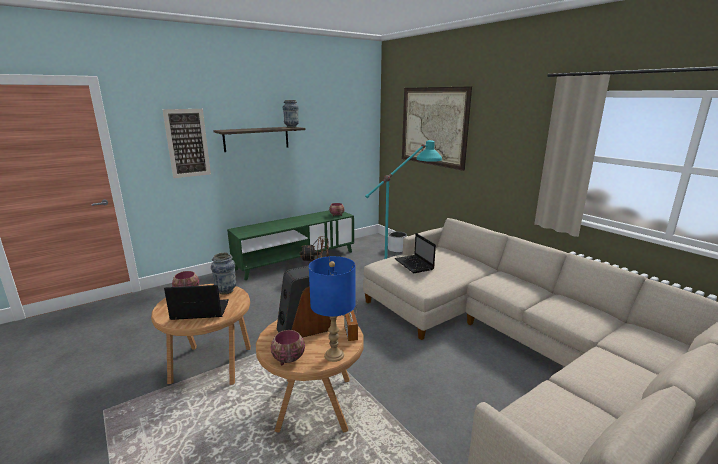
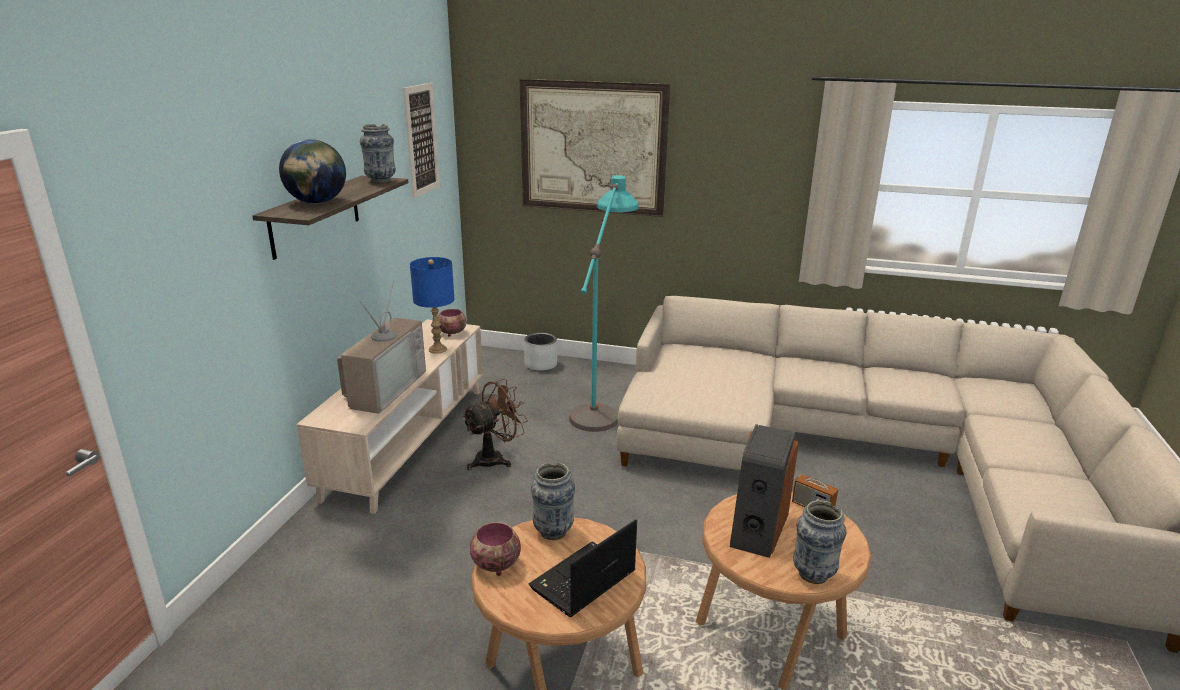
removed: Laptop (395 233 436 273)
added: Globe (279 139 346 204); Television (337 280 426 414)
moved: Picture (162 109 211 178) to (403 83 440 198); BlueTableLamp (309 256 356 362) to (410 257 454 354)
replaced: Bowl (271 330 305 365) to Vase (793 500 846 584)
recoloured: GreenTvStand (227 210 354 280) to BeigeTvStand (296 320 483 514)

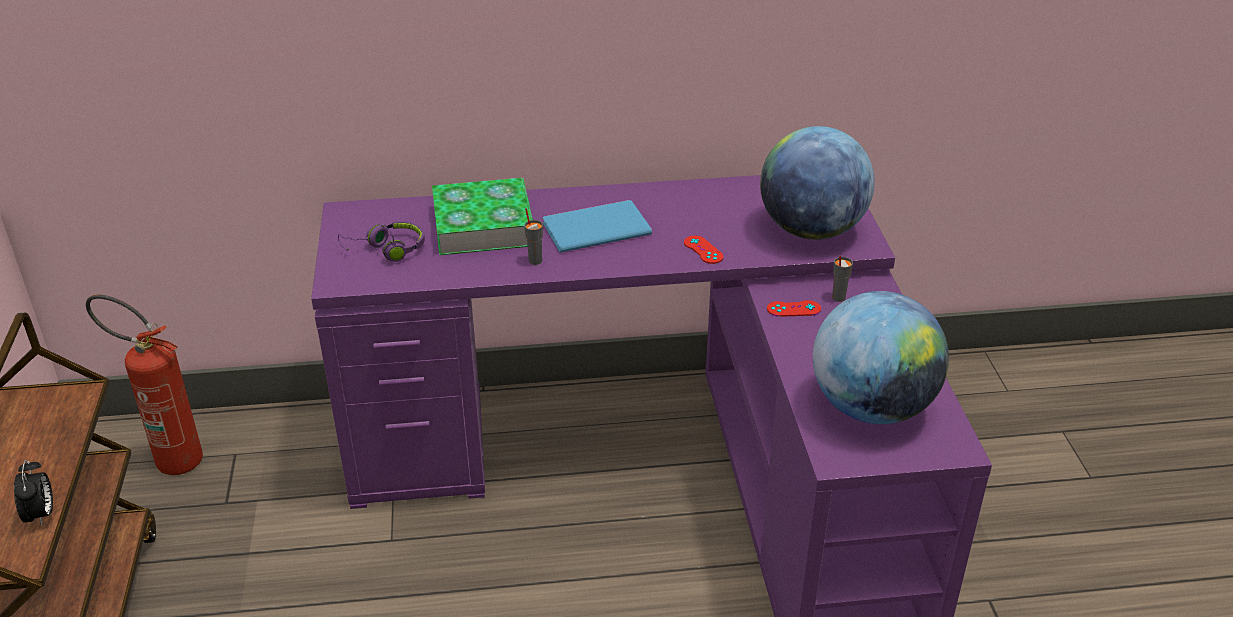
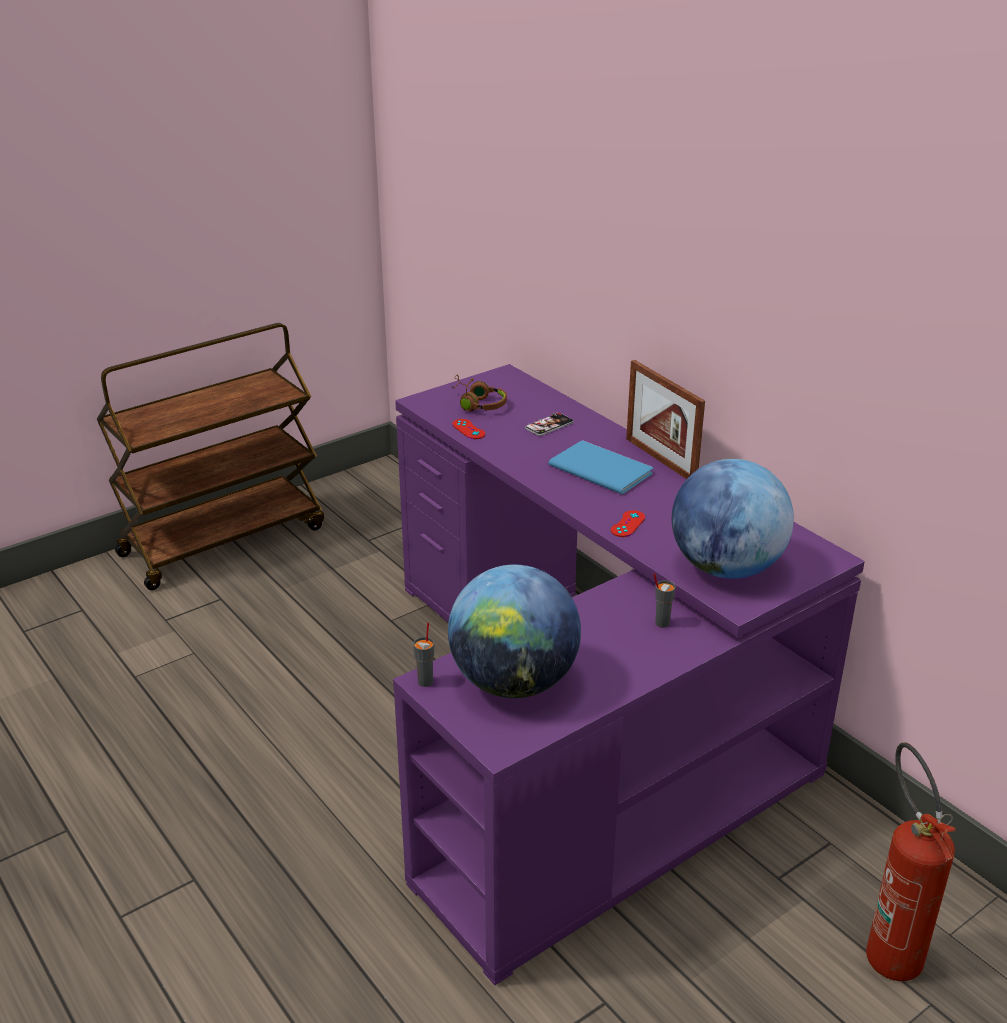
removed: AlarmClock (14 460 53 527)
added: PictureFrame (626 360 705 479)
moved: GreyCup (524 208 543 265) to (413 623 434 687); RedGameController (767 300 821 317) to (452 419 485 439); FireExtinguisher (86 295 203 475) to (866 742 956 981)
replaced: Book (432 178 533 255) to Phone (525 413 574 436)
recoloured: PurpleHeadphones (338 221 425 262) to BrownHeadphones (452 375 507 411)

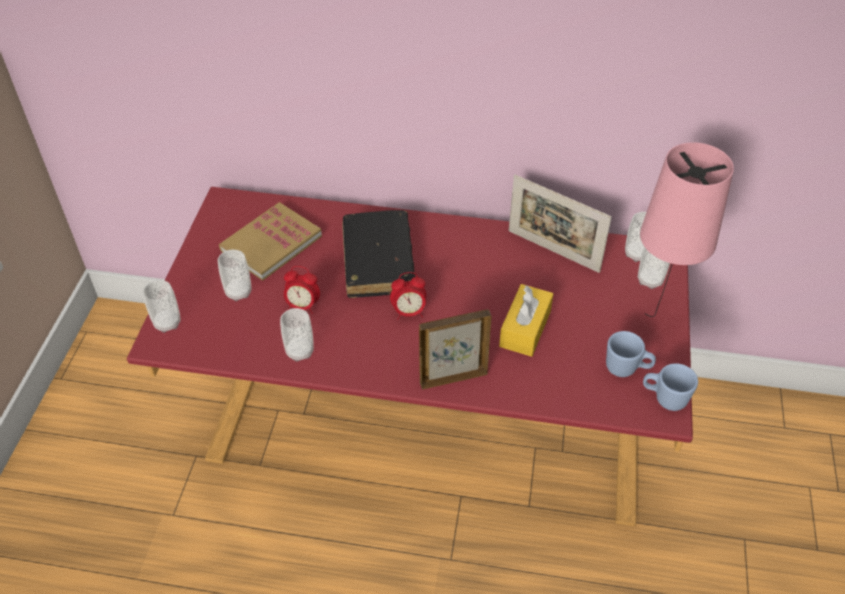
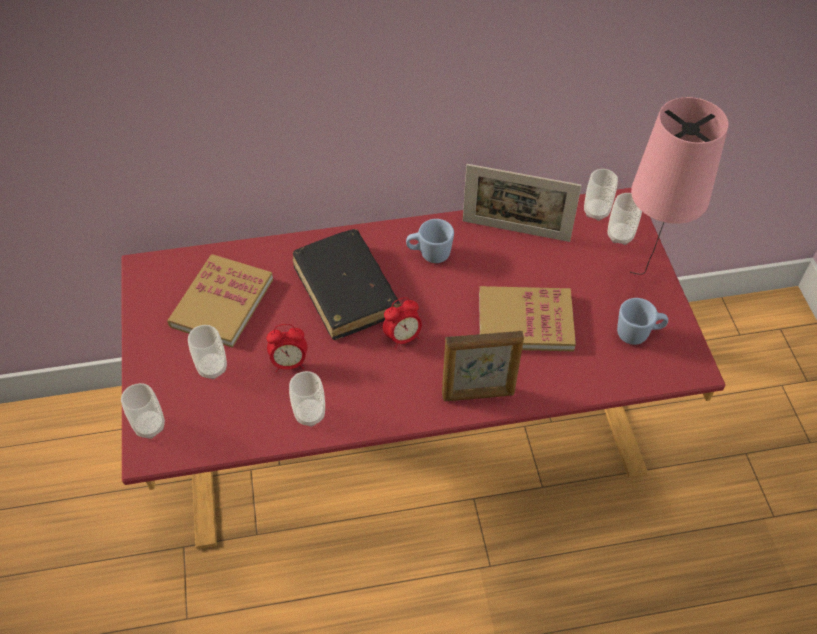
moved: BlueMug (643 363 698 411) to (406 219 454 263)
replaced: YellowTissueBox (499 284 553 357) to Book (479 286 576 351)
turned: PictureFrame (419 309 492 389) = (442 331 524 401) 150 degrees counterclockwise

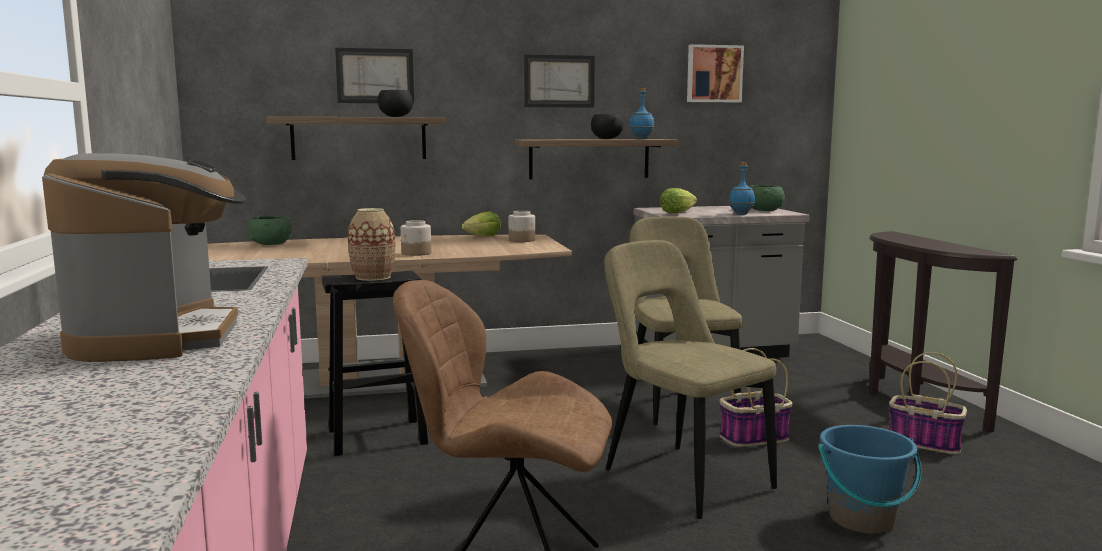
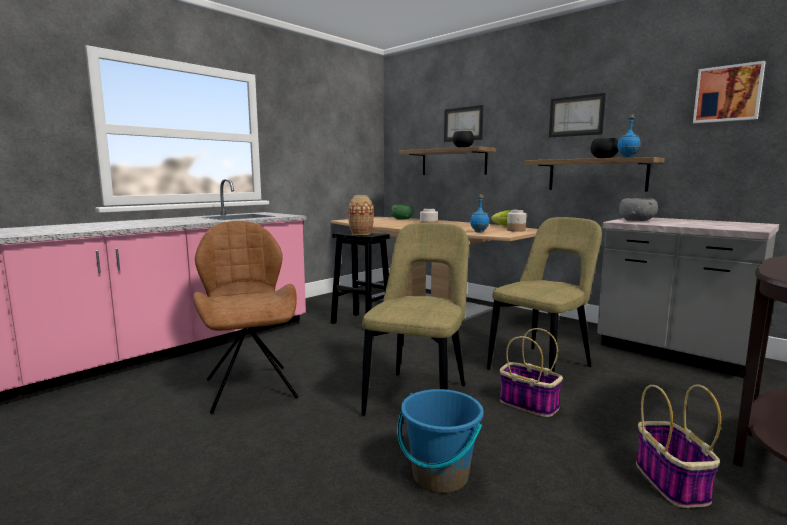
removed: CoffeeMachine (42 153 246 362); GreenBowl (749 185 785 211)
moved: BlueBottle (729 162 755 215) to (470 194 489 233)
replaced: Lettuce (660 188 697 213) to GreyBowl (619 198 658 221)

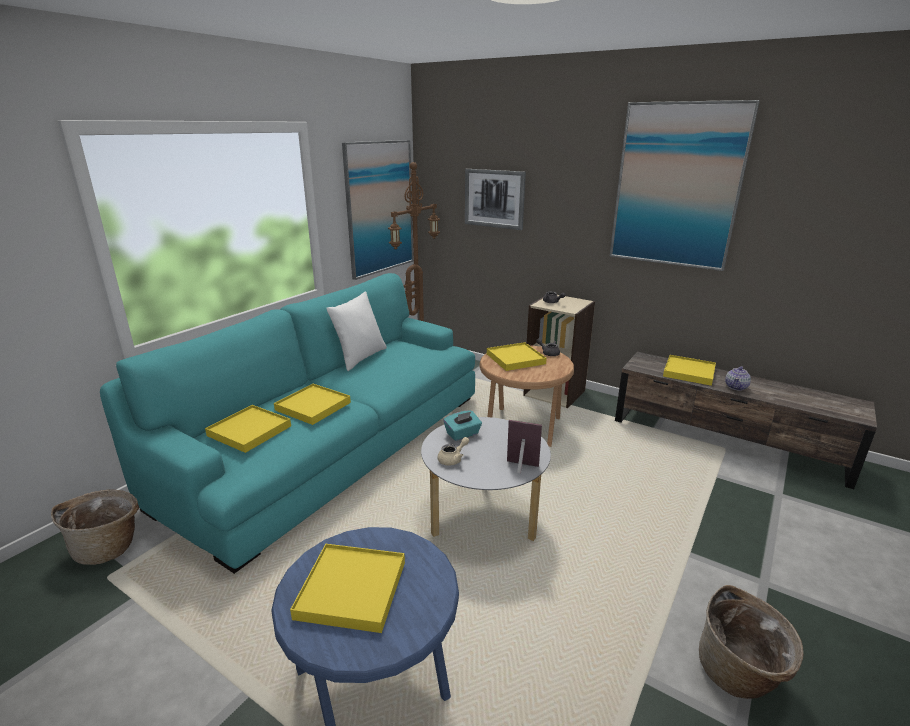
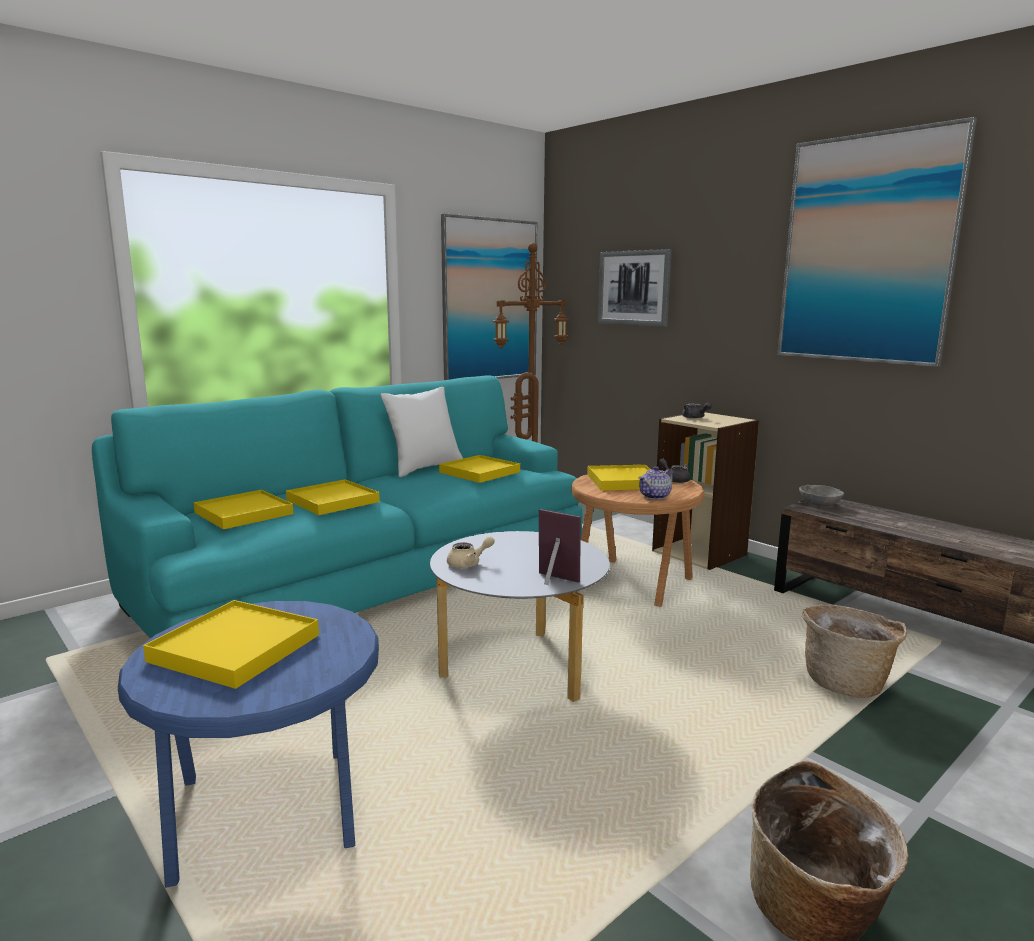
removed: TurquoiseTissueBox (444 411 482 441)
added: GreyBowl (799 485 844 506)
moved: YellowTray (663 355 716 386) to (439 455 520 483); Teapot (725 366 751 391) to (639 466 673 500); Basket (51 489 139 565) to (802 604 907 698)

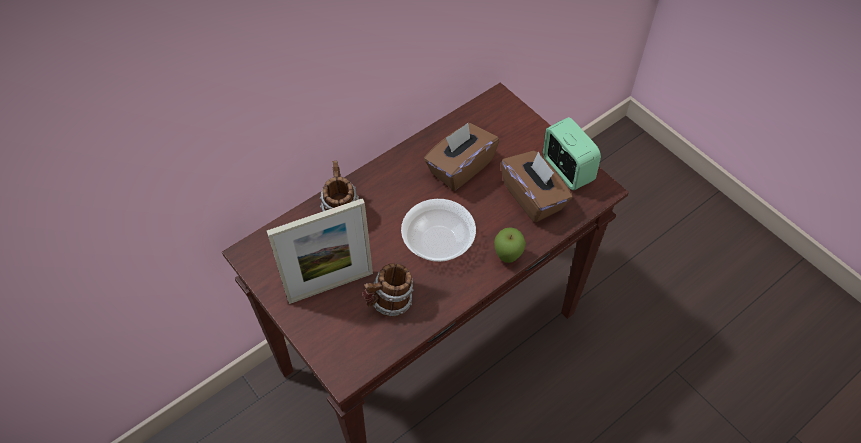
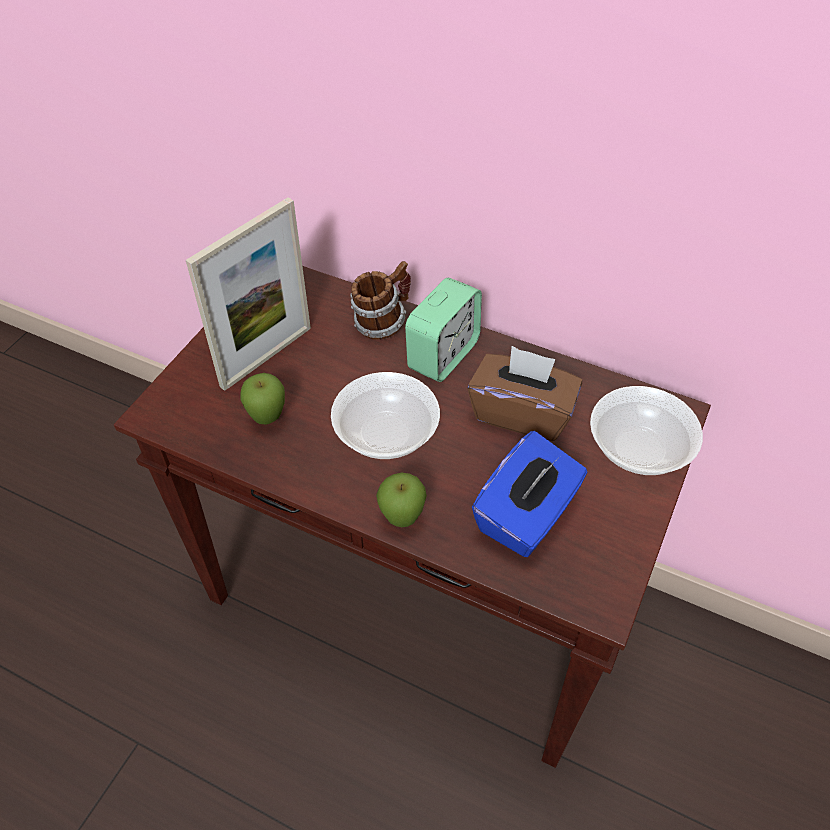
added: Bowl (590 386 703 475)
moved: AlarmClock (543 117 601 190) to (405 278 482 382)
replaced: Mug (363 263 413 317) to Apple (240 373 285 424)
recoloured: BrownTissueBox (501 150 573 222) to BlueTissueBox (472 431 587 557)
turned: PictureFrame (267 198 373 304) = (186 197 311 391) 90 degrees counterclockwise

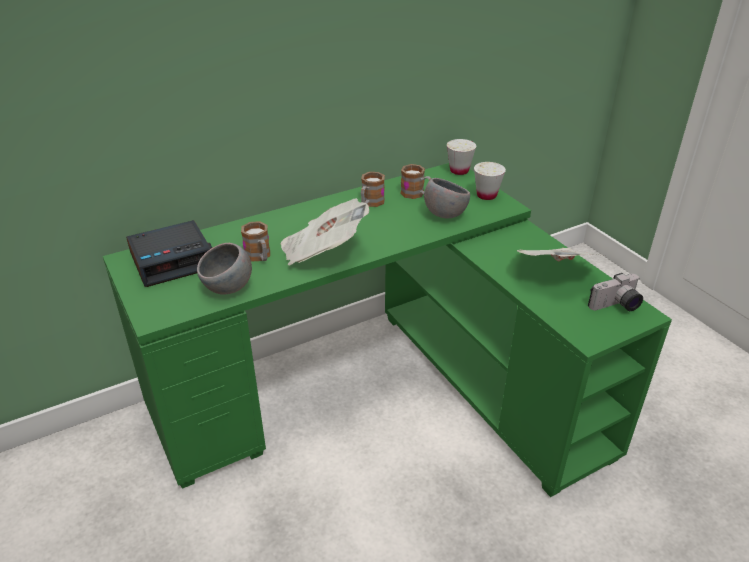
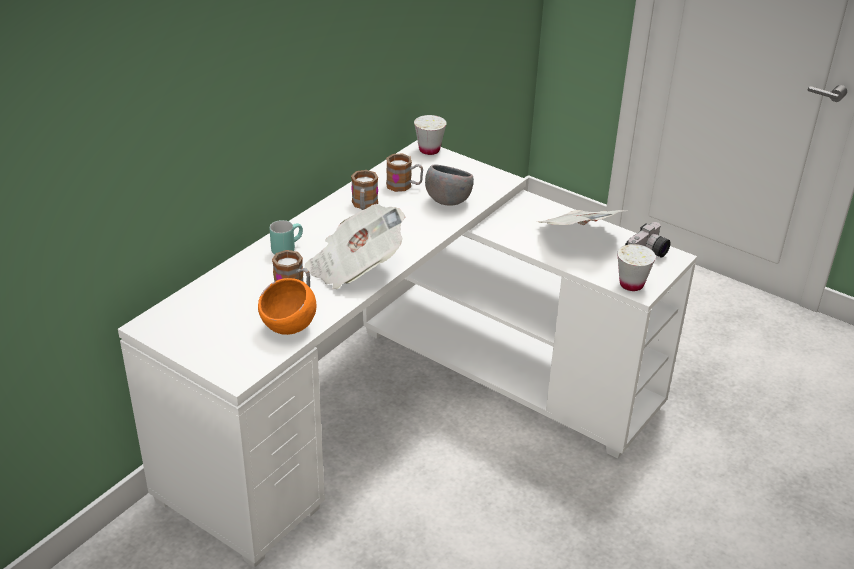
removed: AlarmClock (126 220 212 287)
added: TurquoiseMug (270 220 303 255)
moved: WhiteCup (474 162 506 200) to (617 244 656 291)
recoloured: GreenDesk (103 163 672 497) to WhiteDesk (118 140 697 568); GreyBowl (197 243 252 295) to OrangeBowl (258 278 316 335)

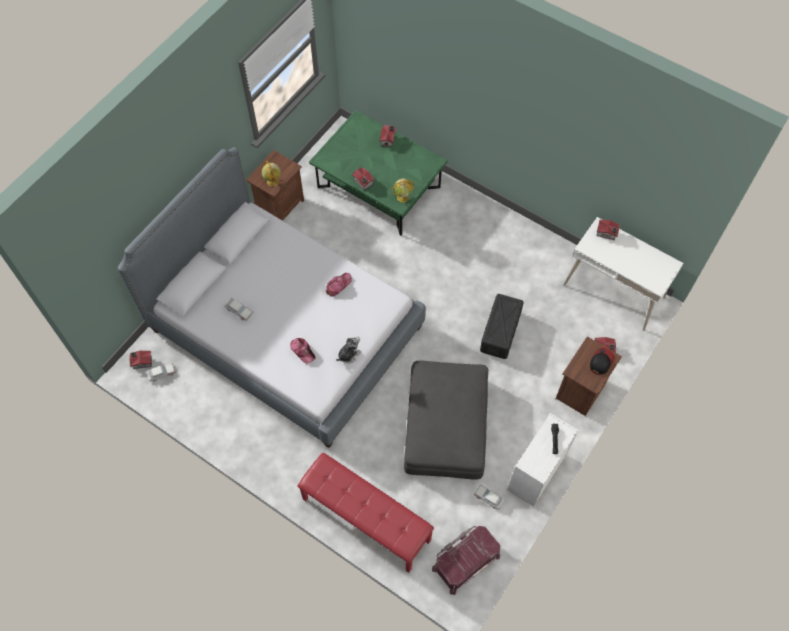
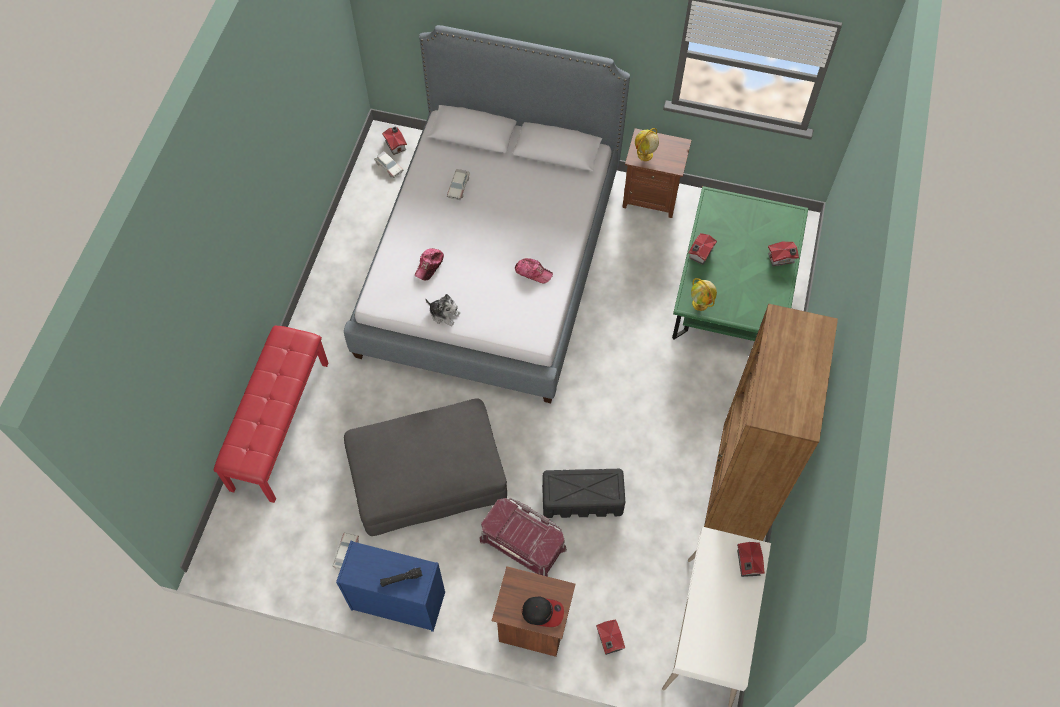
added: BrownBookcase (704 304 838 541)
moved: RedStorageBox (432 526 500 595) to (479 498 567 577)
recoloured: WhiteDresser (507 413 578 507) to BlueDresser (336 541 445 632)

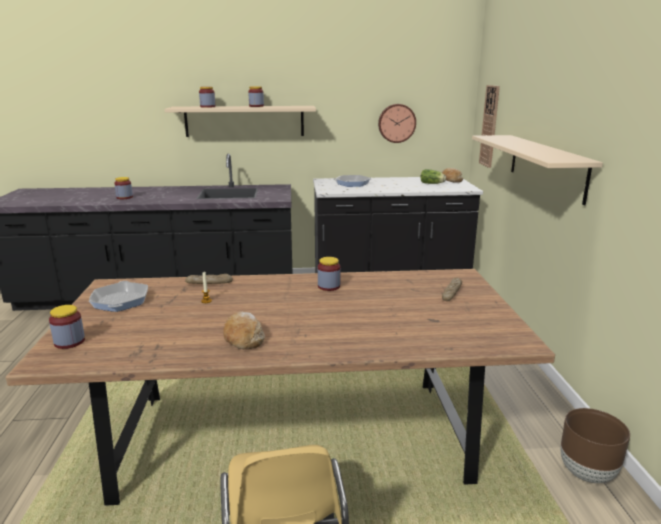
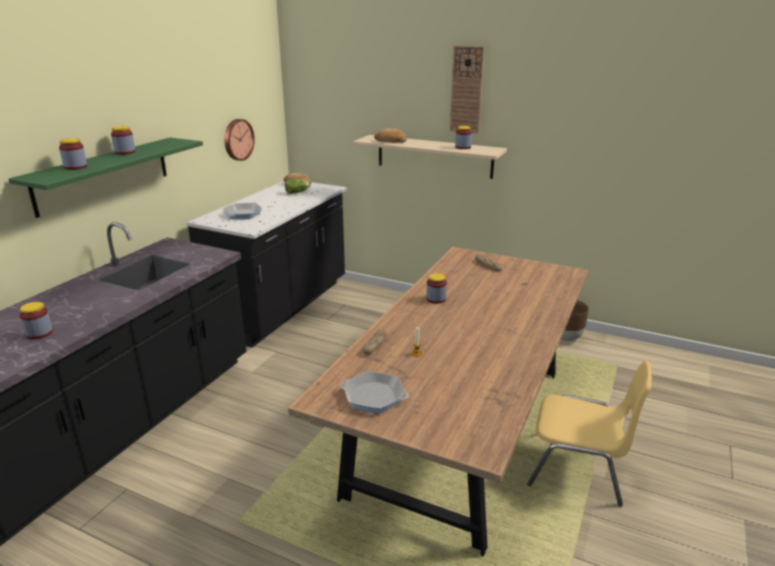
moved: Bread (223 312 265 350) to (374 128 407 143); WallClock (479 85 500 168) to (450 45 485 133); Jar (49 305 85 349) to (455 126 472 149)
recoloured: BeigeShelf (164 106 316 137) to GreenShelf (8 138 203 218)

